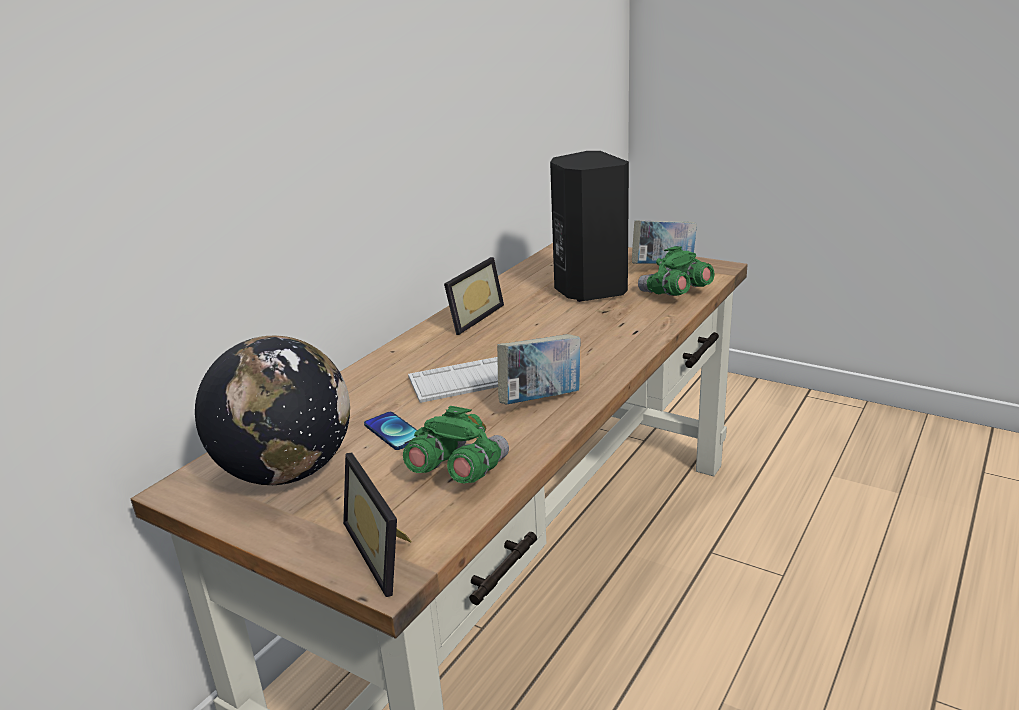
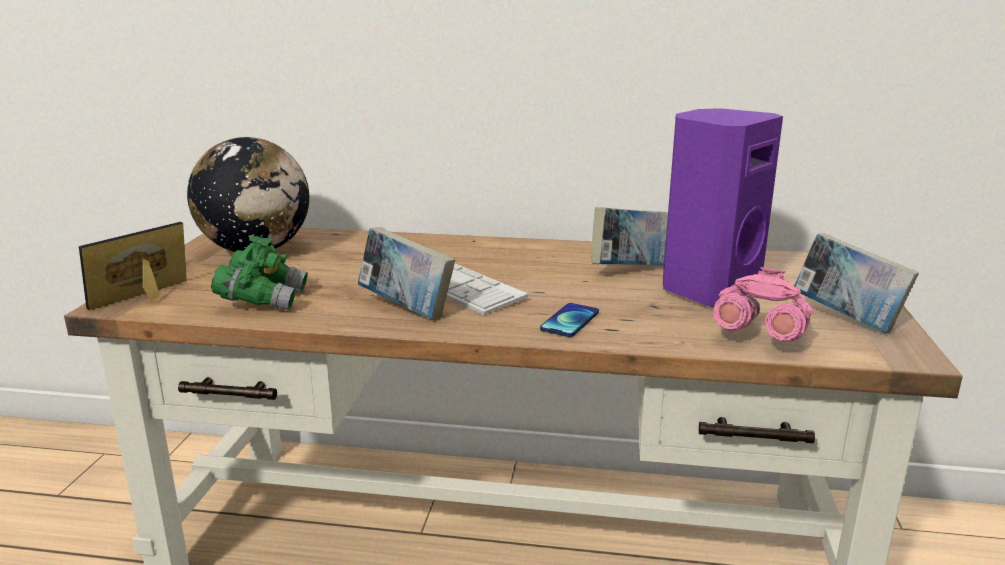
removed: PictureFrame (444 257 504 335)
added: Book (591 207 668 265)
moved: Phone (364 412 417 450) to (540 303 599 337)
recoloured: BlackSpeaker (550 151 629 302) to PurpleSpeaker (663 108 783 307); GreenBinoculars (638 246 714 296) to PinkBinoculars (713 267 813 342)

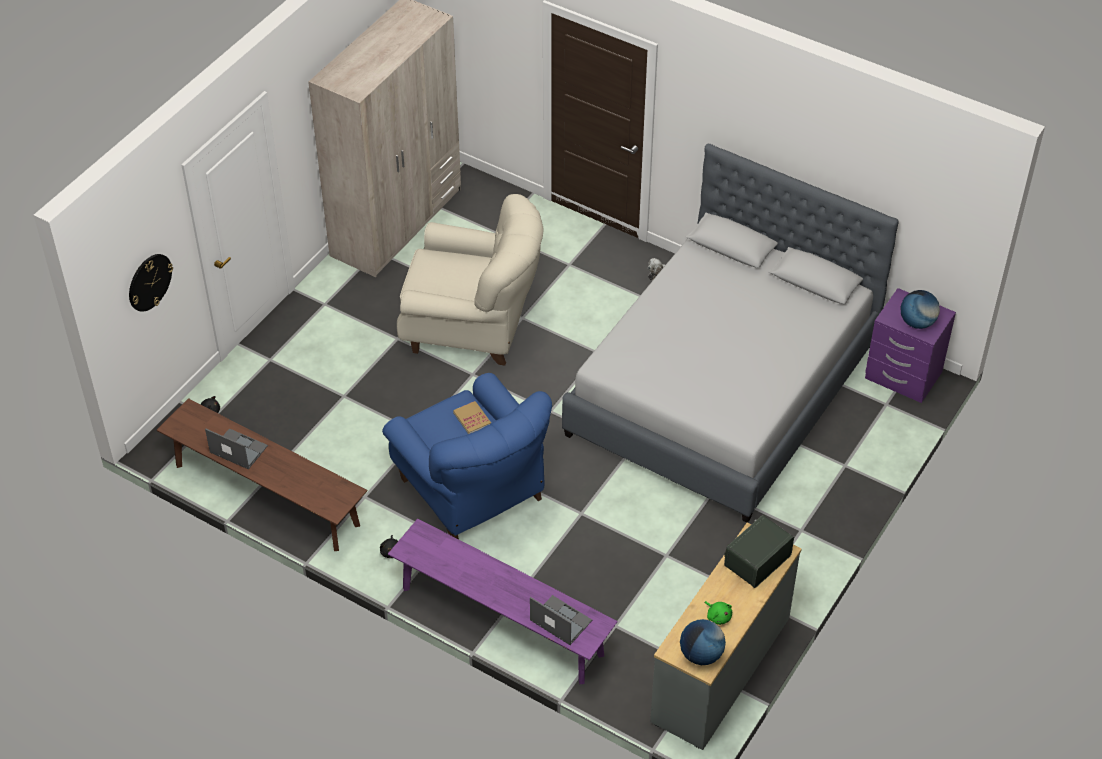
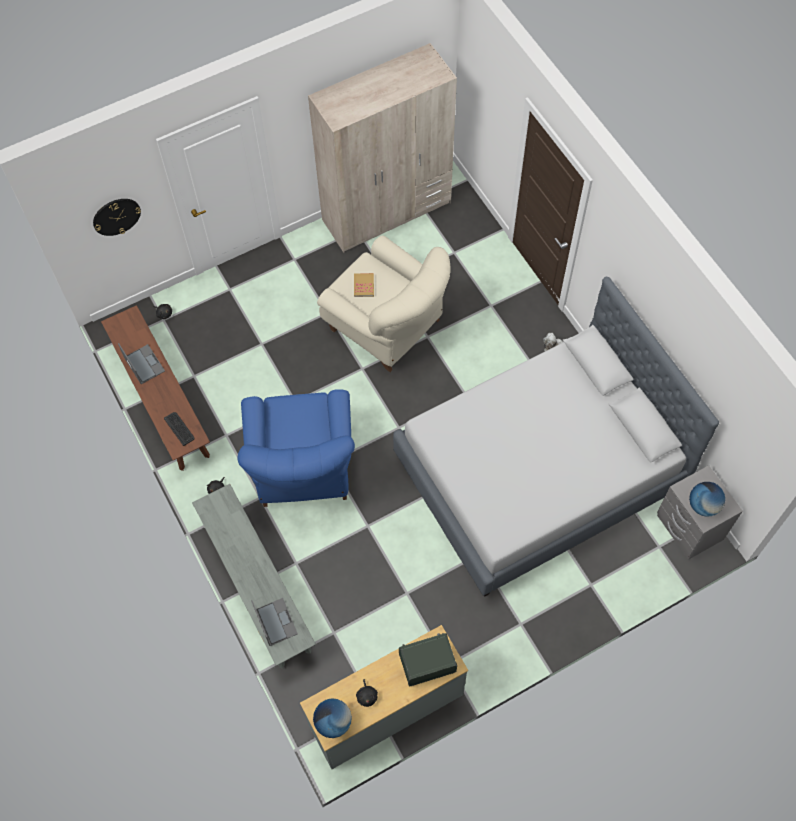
added: Keyboard (164 412 195 446)
moved: Book (453 401 491 434) to (354 273 374 297)
recoloured: PurpleBench (388 519 618 684) to GreyBench (192 484 316 669); GreenPlushToy (704 601 732 625) to BlackPlushToy (356 679 378 707); PurpleNightstand (865 288 956 403) to GreyNightstand (657 465 743 560)

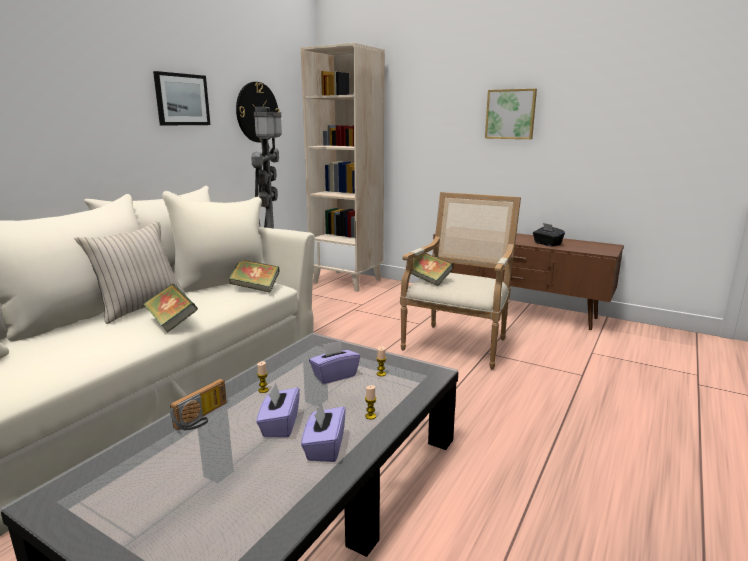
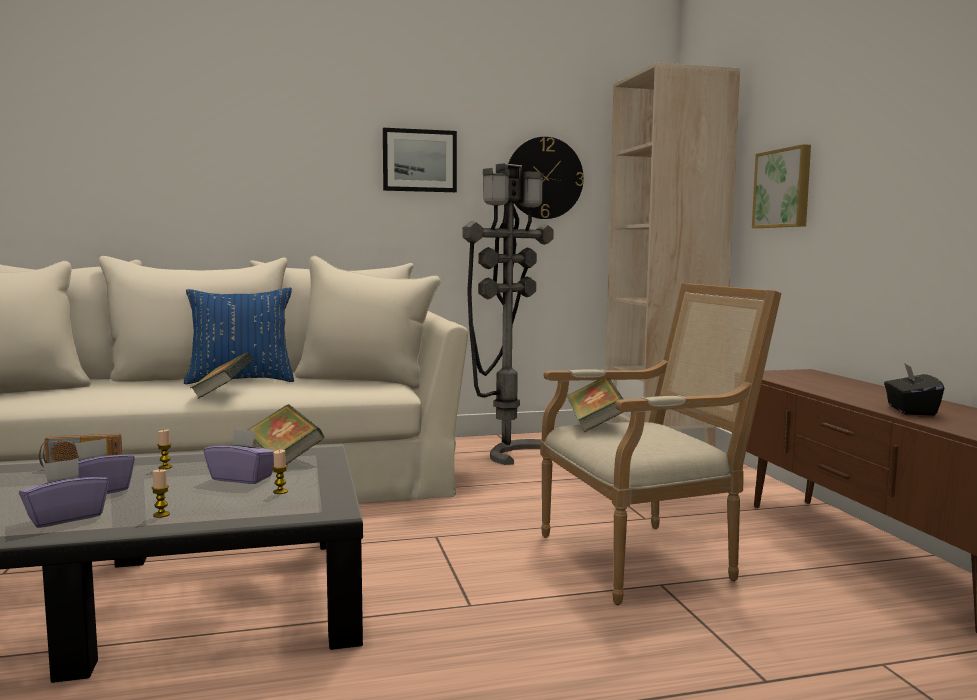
moved: Book (229 260 280 293) to (248 404 324 465); Picture (485 89 537 139) to (752 144 811 228)
recoloured: BeigePillow (74 221 186 324) to BluePillow (184 288 294 384)

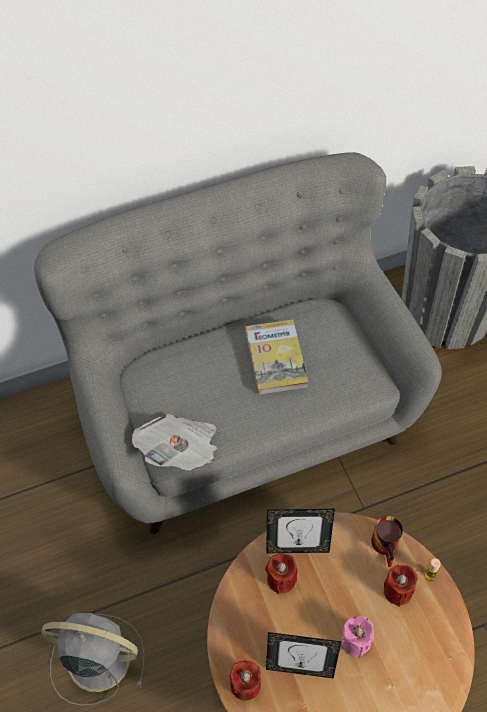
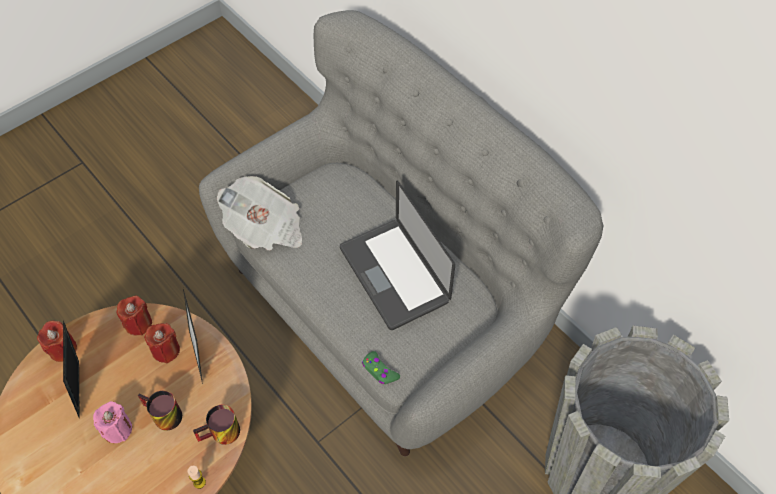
removed: GreyFan (41 613 145 706)
added: Mug (138 391 182 431); GreenGameController (362 351 400 384)
moved: RedCandle (384 565 418 607) to (116 295 152 336)
replaced: Book (245 319 308 395) to Laptop (340 181 455 330)

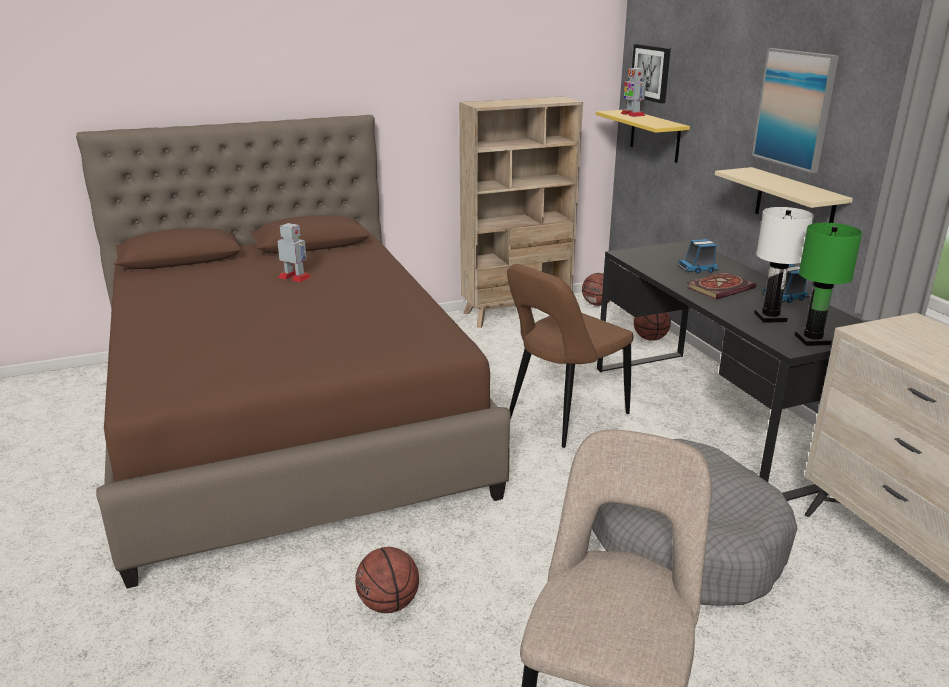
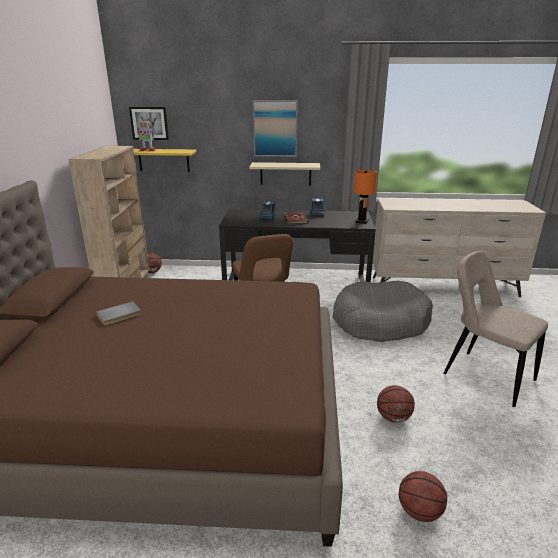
removed: WhiteTableLamp (754 207 814 323)
moved: Basketball (634 312 671 341) to (399 471 447 522)
replaced: ToyRobot (277 223 311 282) to GreyBook (96 301 142 325)
recoloured: GreenTableLamp (795 223 862 346) to OrangeTableLamp (353 170 377 224)

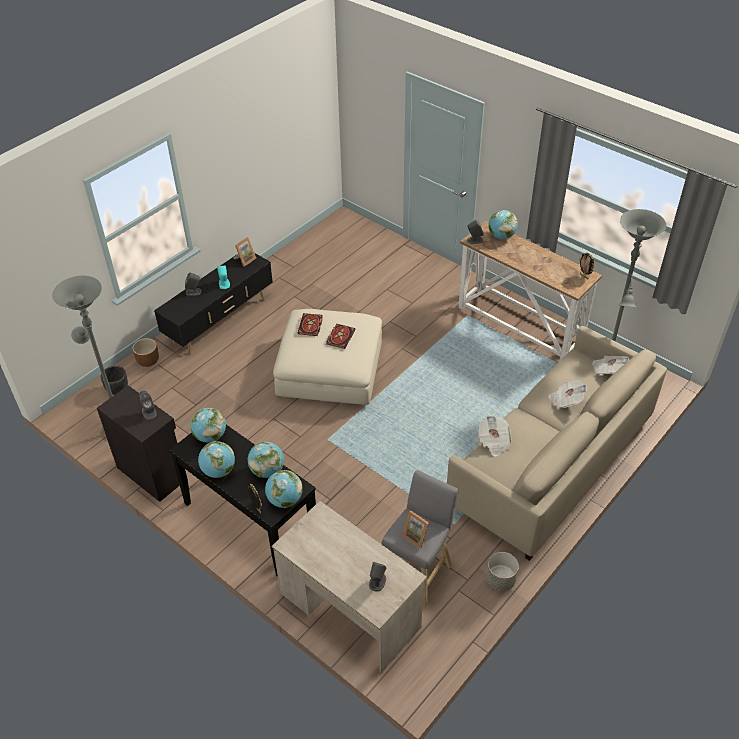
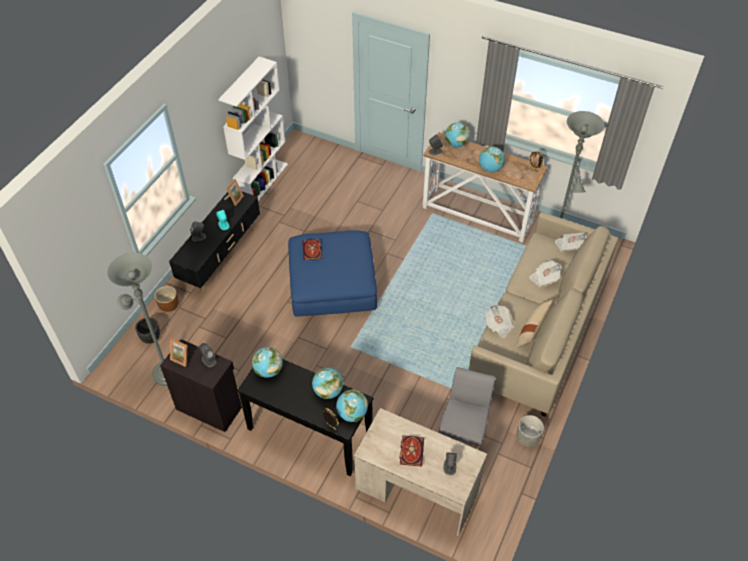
added: WhiteBookcase (218 57 288 201); BeigePillow (515 299 553 349)
moved: PictureFrame (402 510 429 548) to (170 338 187 367); Book (326 324 356 349) to (400 435 424 467); Globe (198 441 235 478) to (479 146 505 172)
recoloured: BeigeOttoman (273 309 382 405) to BlueOttoman (288 230 377 317)

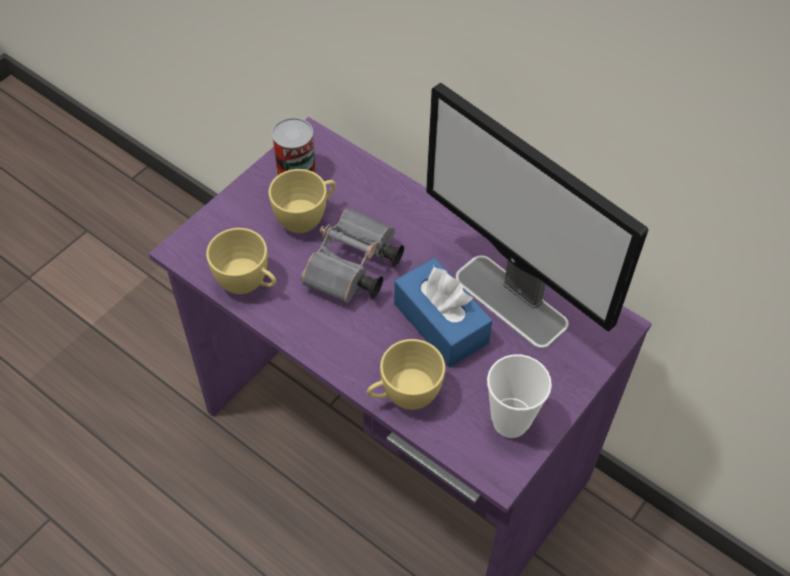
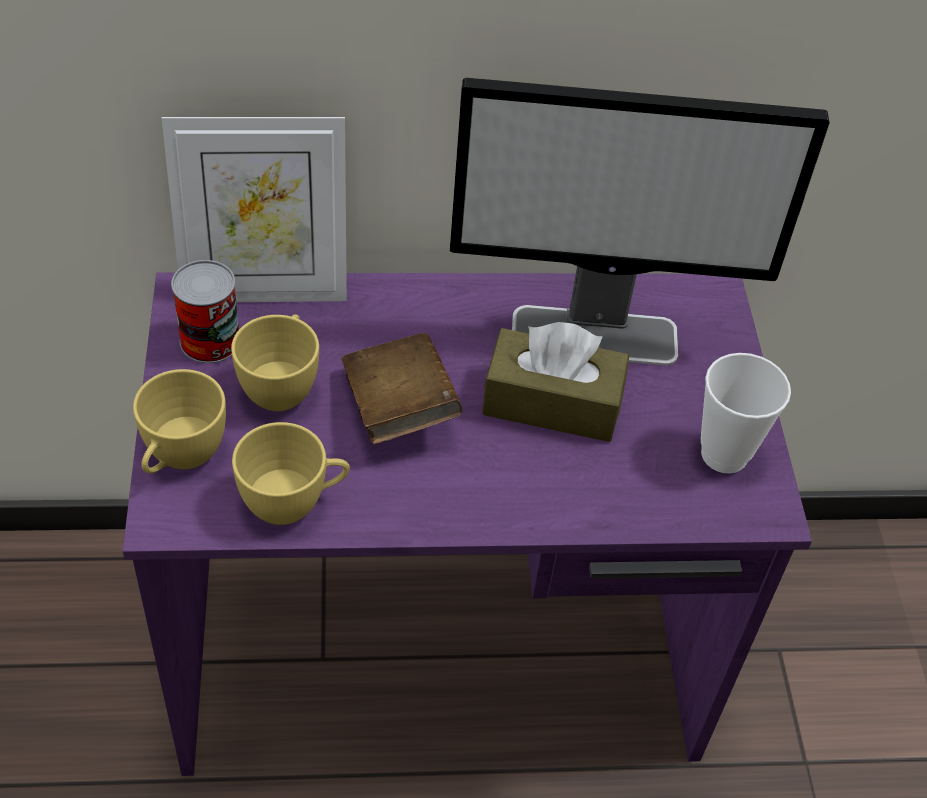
added: PictureFrame (162 117 347 302)
moved: YellowCup (367 339 445 410) to (133 369 226 473)
replaced: GreyBinoculars (300 209 404 303) to BrownBook (341 333 463 444)
recoloured: BlueTissueBox (394 258 493 367) to BrownTissueBox (482 322 629 442)

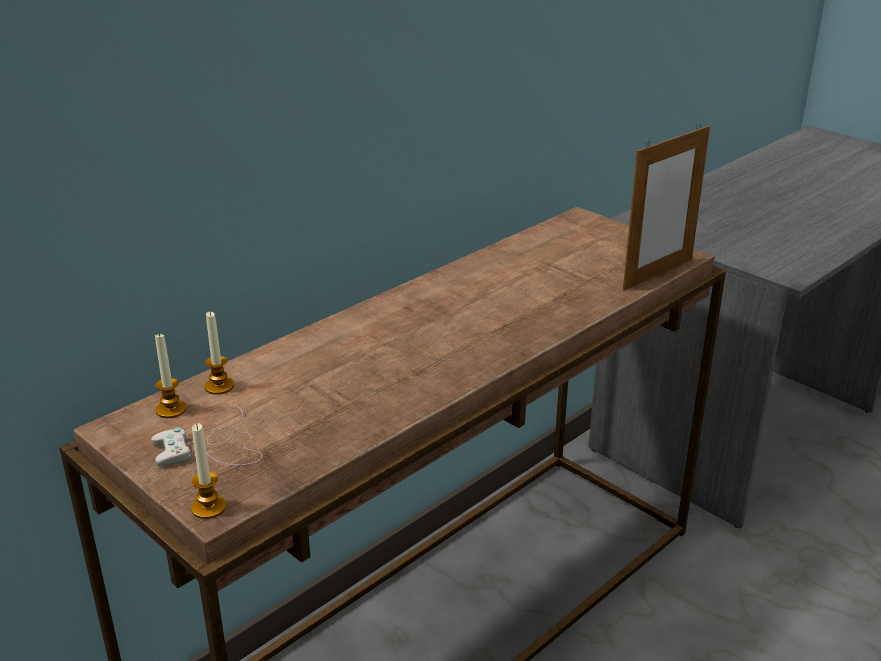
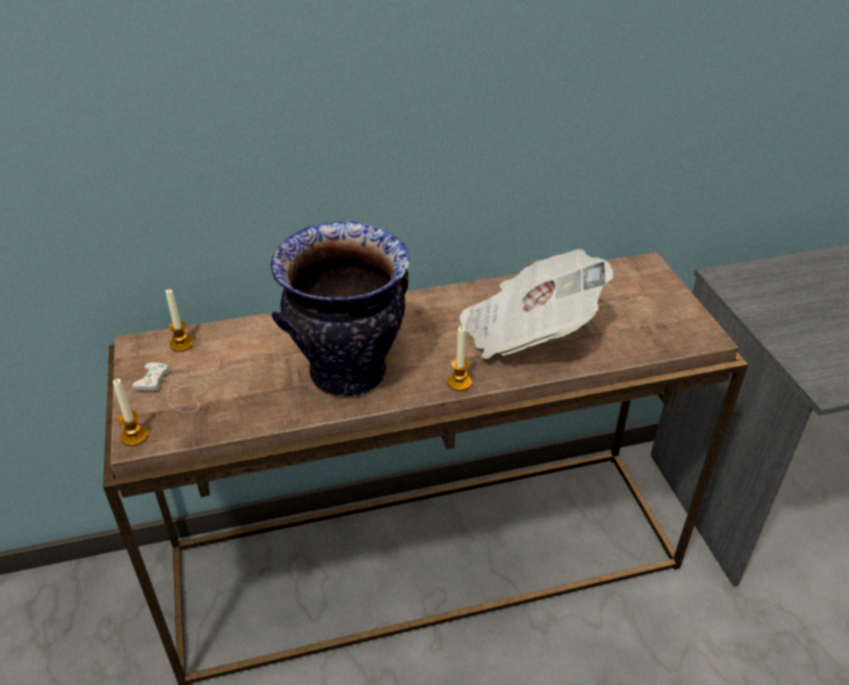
removed: PictureFrame (623 124 710 291)
added: Vase (271 222 409 396); Newspaper (459 249 614 359)
moved: Candle (205 312 234 395) to (447 326 472 391)

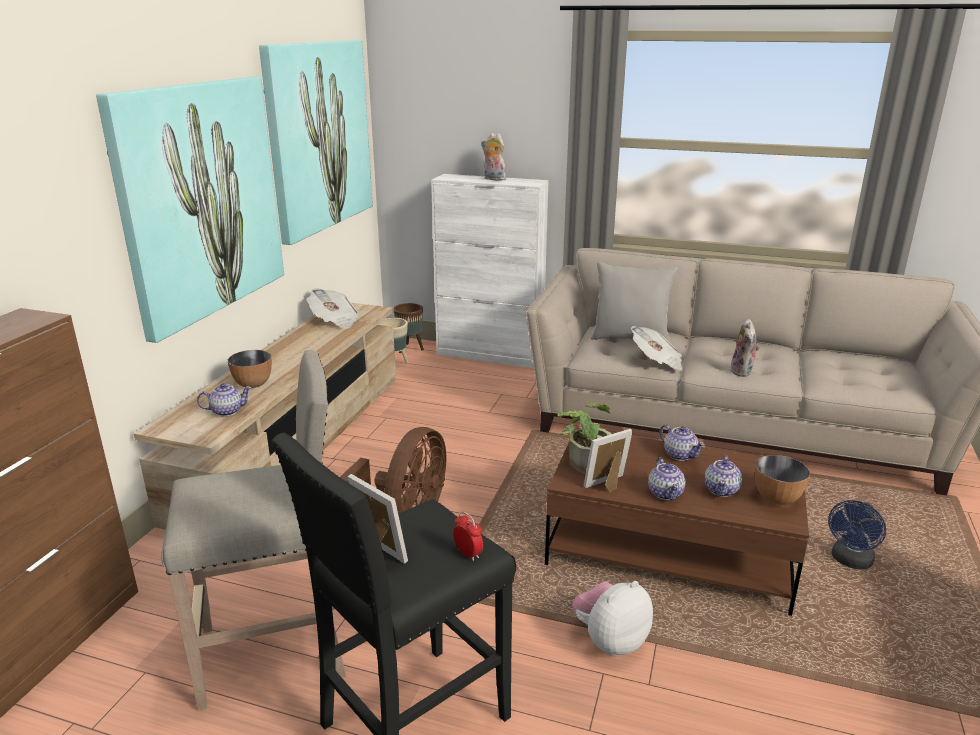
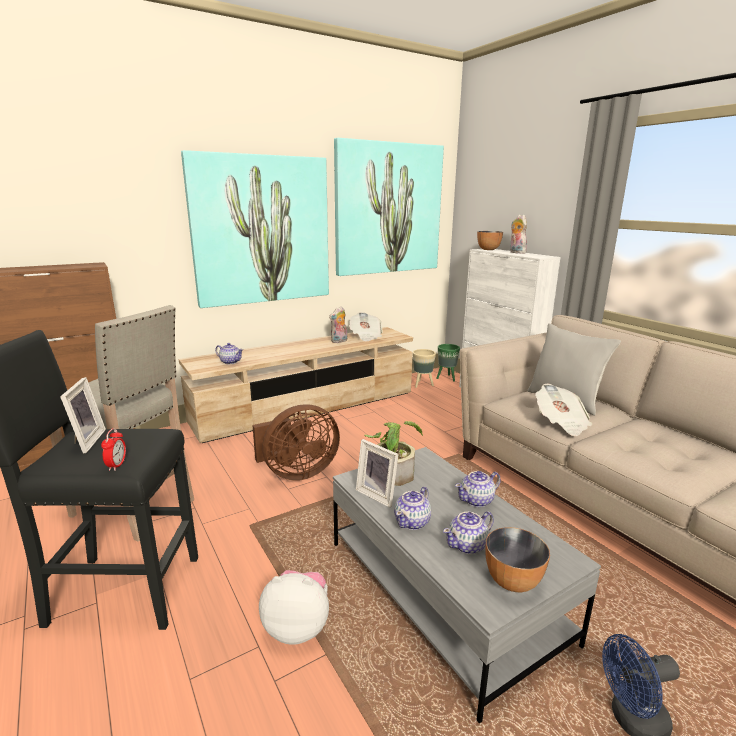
moved: PlushToy (730 319 760 377) to (329 306 347 343); Bowl (228 350 272 388) to (477 231 503 250)
recoloured: BrownCoffeeTable (545 428 809 616) to GreyCoffeeTable (333 447 601 724); BrownPlanter (393 303 424 353) to GreenPlanter (436 344 460 382)
turned: PictureFrame (584 429 633 493) = (356 439 398 508) 150 degrees counterclockwise; Teapot (659 424 705 461) = (455 471 500 507) 60 degrees clockwise

